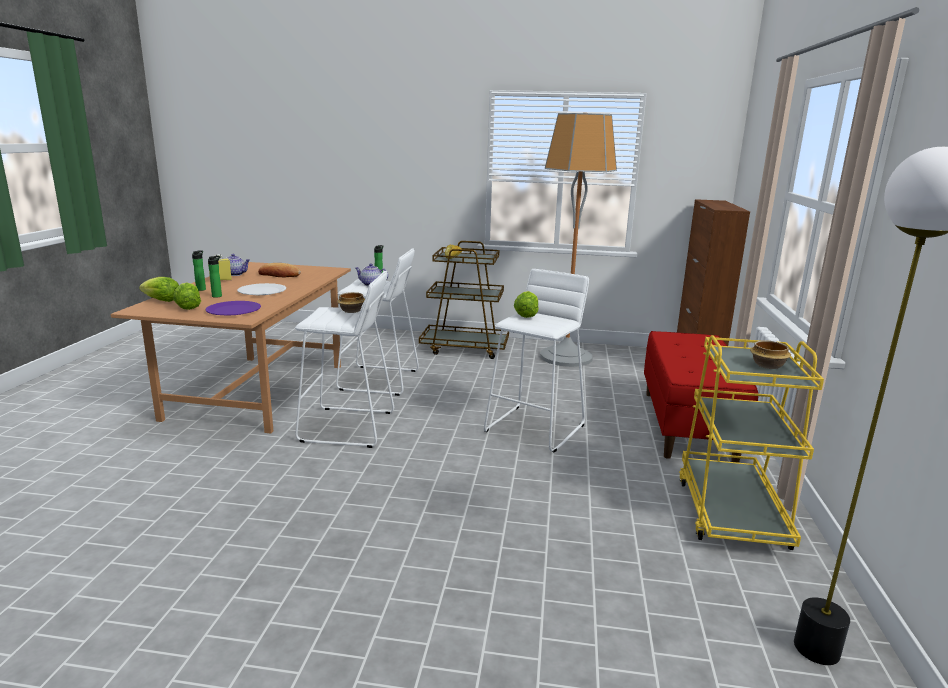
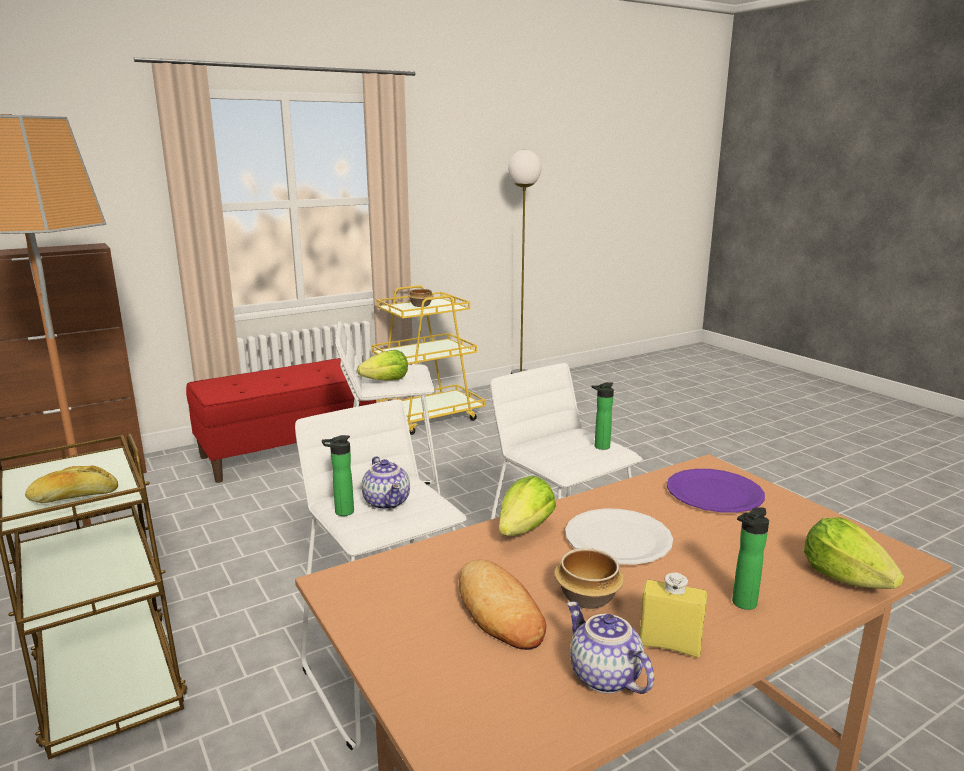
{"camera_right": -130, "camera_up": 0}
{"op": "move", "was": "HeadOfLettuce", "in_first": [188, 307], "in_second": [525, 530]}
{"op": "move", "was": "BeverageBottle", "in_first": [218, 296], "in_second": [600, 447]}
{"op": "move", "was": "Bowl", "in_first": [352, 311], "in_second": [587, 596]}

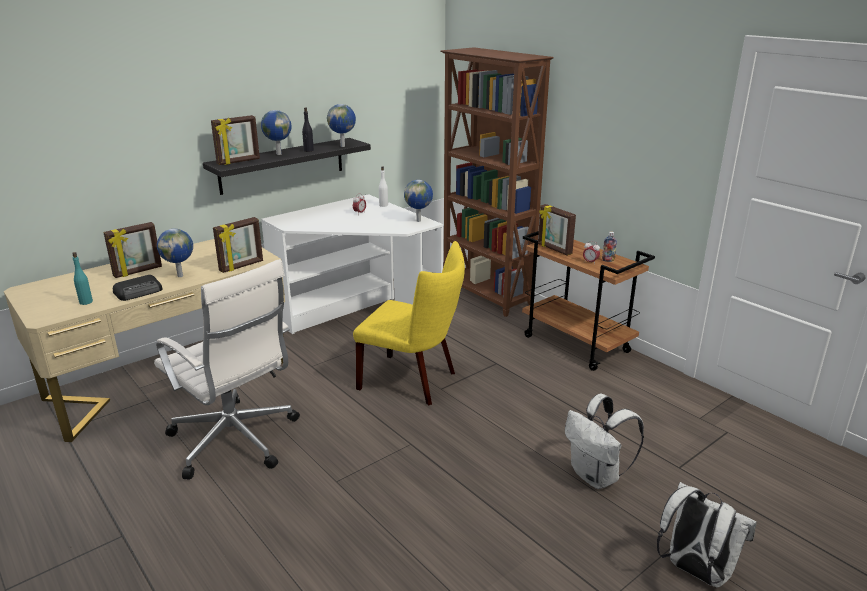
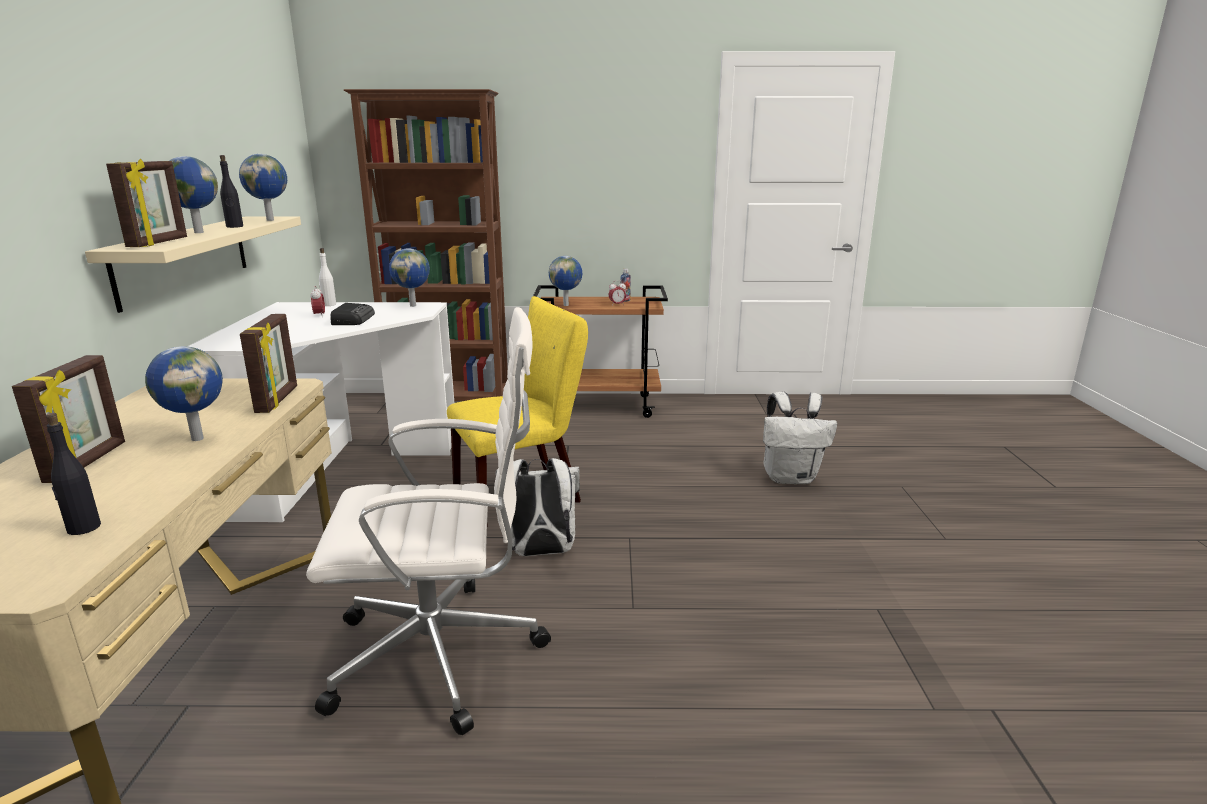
{"camera_right": -50, "camera_up": -5}
{"op": "recolor", "was": "TurquoiseBeverageBottle", "now": "BlackColouredBeverageBottle", "in_first": [86, 302], "in_second": [83, 528]}
{"op": "move", "was": "Radio", "in_first": [139, 292], "in_second": [353, 319]}
{"op": "recolor", "was": "BlackColouredBracketShelf", "now": "SandColouredBracketShelf", "in_first": [282, 165], "in_second": [185, 259]}
{"op": "replace", "was": "StandingFrame", "now": "Globe", "in_first": [554, 249], "in_second": [566, 305]}
{"op": "move", "was": "WhitishBackpack", "in_first": [694, 571], "in_second": [540, 552]}

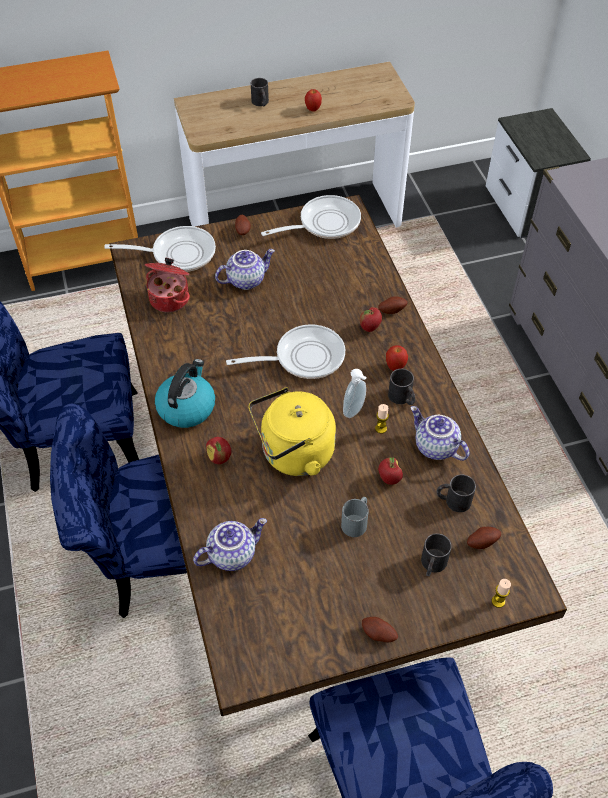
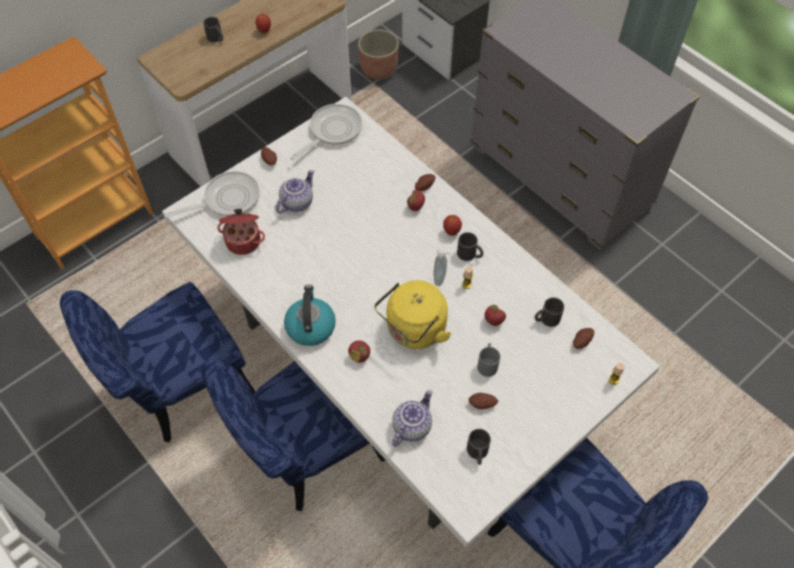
{"camera_right": -25, "camera_up": 5}
{"op": "recolor", "was": "BrownishKitchenTable", "now": "WhitishKitchenTable", "in_first": [303, 512], "in_second": [396, 368]}
{"op": "delete", "was": "FryingPan", "in_first": [303, 357]}
{"op": "move", "was": "WholePotato", "in_first": [378, 635], "in_second": [482, 405]}
{"op": "delete", "was": "TeaPot", "in_first": [435, 447]}
{"op": "move", "was": "BlackColouredCoffeeMug", "in_first": [432, 565], "in_second": [477, 453]}
{"op": "insert", "now": "Planter", "in_second": [379, 70]}

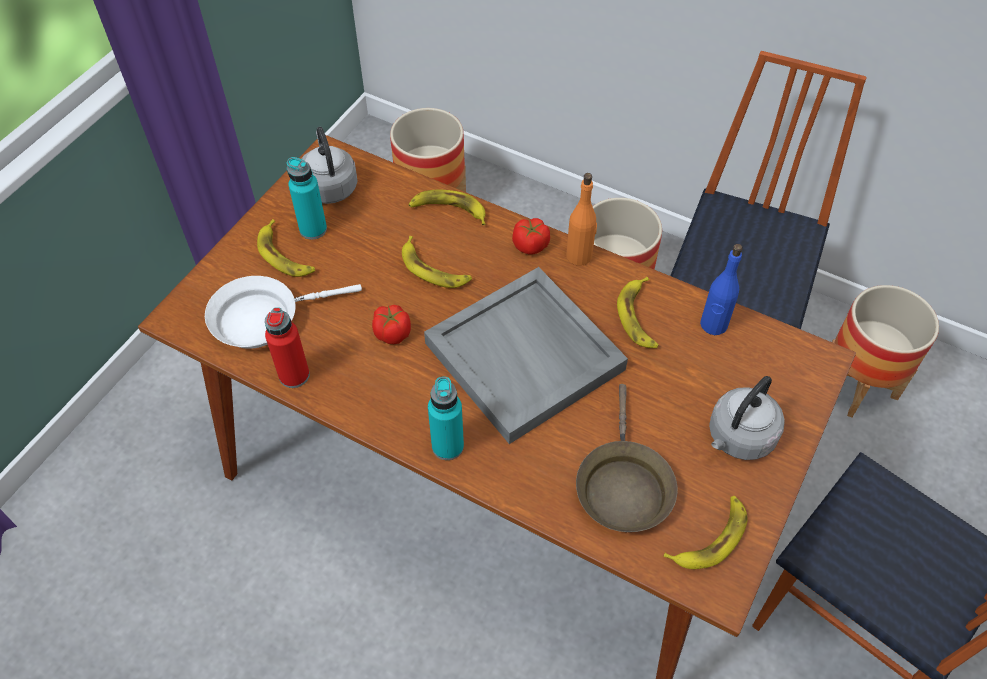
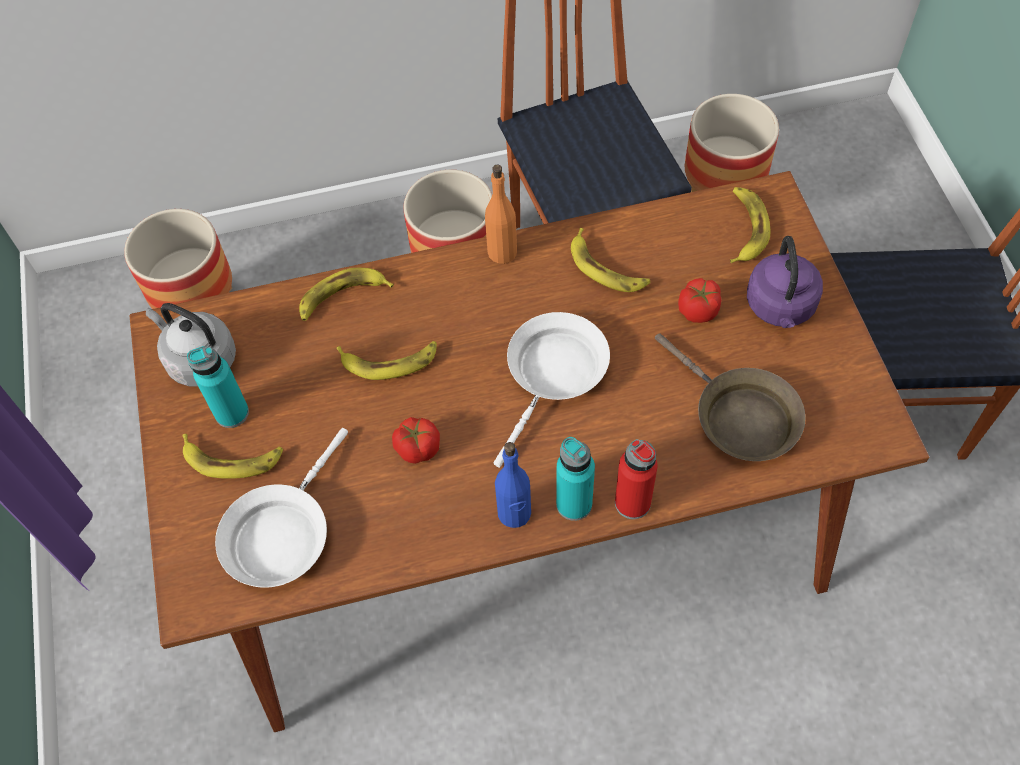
{"camera_right": -40, "camera_up": 5}
{"op": "move", "was": "RedColouredBeverageBottle", "in_first": [294, 375], "in_second": [632, 503]}
{"op": "replace", "was": "GreyishCarryingTray", "now": "WhitishFryingPan", "in_first": [526, 357], "in_second": [554, 375]}
{"op": "move", "was": "FreshTomato", "in_first": [531, 245], "in_second": [698, 310]}
{"op": "move", "was": "BananaFruit", "in_first": [710, 537], "in_second": [745, 228]}
{"op": "move", "was": "BluishBeverageBottle", "in_first": [713, 325], "in_second": [514, 513]}
{"op": "recolor", "was": "GreyishKettle", "now": "PurplishKettle", "in_first": [738, 438], "in_second": [780, 308]}

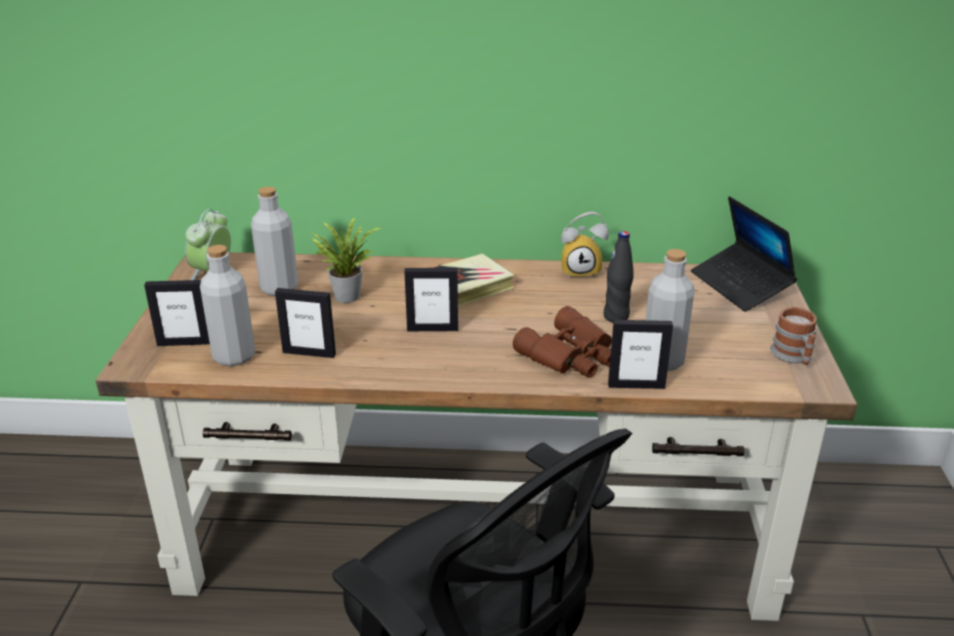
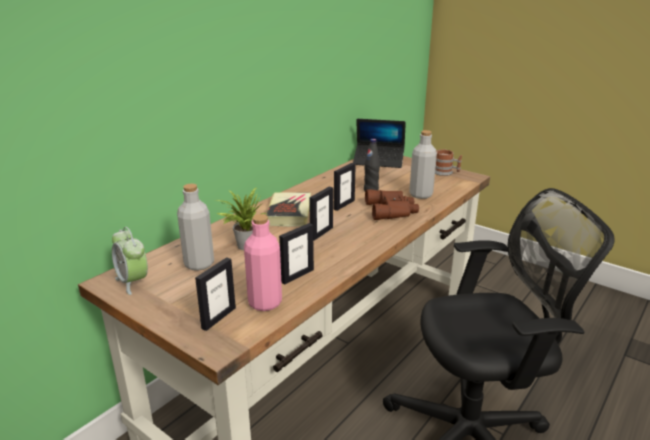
{"camera_right": -55, "camera_up": -5}
{"op": "recolor", "was": "GreyishBeverageBottle", "now": "PinkishBeverageBottle", "in_first": [234, 356], "in_second": [265, 303]}
{"op": "delete", "was": "BedsideClock", "in_first": [581, 271]}
{"op": "move", "was": "StandingFrame", "in_first": [636, 385], "in_second": [344, 205]}

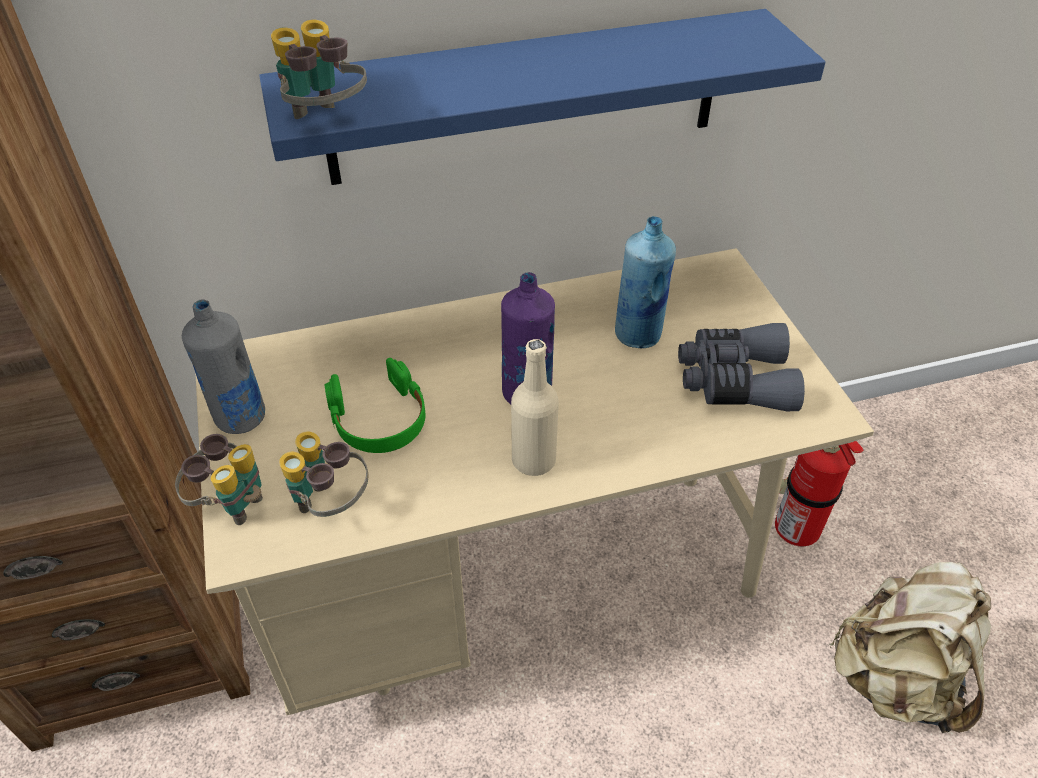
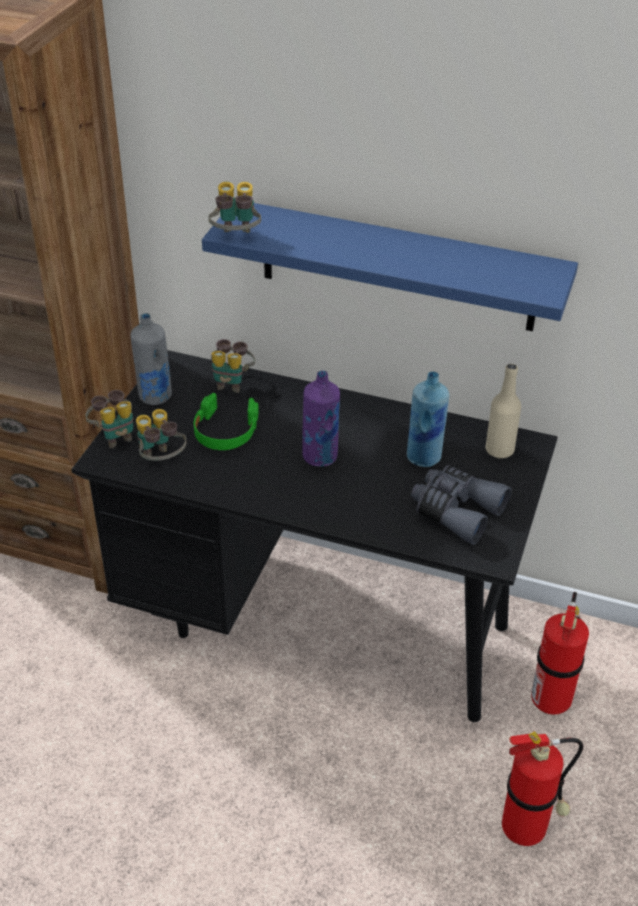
{"camera_right": 35, "camera_up": -5}
{"op": "recolor", "was": "SandColouredDeskUnit", "now": "BlackColouredDeskUnit", "in_first": [519, 582], "in_second": [318, 623]}
{"op": "move", "was": "SandColouredBeverageBottle", "in_first": [533, 460], "in_second": [499, 450]}
{"op": "replace", "was": "SandColouredBackpack", "now": "FireFightingCylinder", "in_first": [894, 679], "in_second": [528, 829]}
{"op": "insert", "now": "PairOfBinoculars", "in_second": [231, 382]}

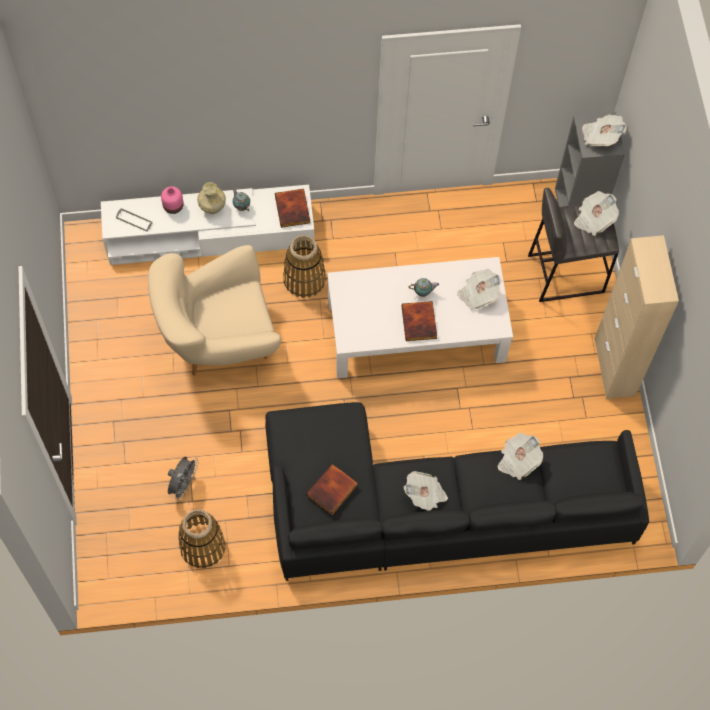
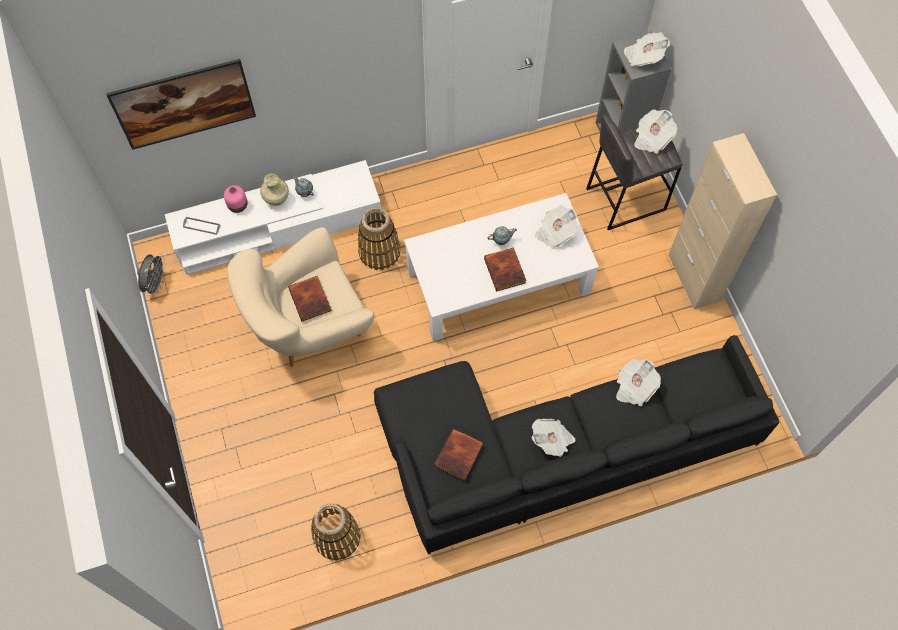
{"camera_right": -10, "camera_up": 0}
{"op": "move", "was": "GreyishCoolingFan", "in_first": [183, 485], "in_second": [155, 283]}
{"op": "move", "was": "BoundBook", "in_first": [293, 209], "in_second": [311, 299]}
{"op": "insert", "now": "Picture", "in_second": [189, 117]}

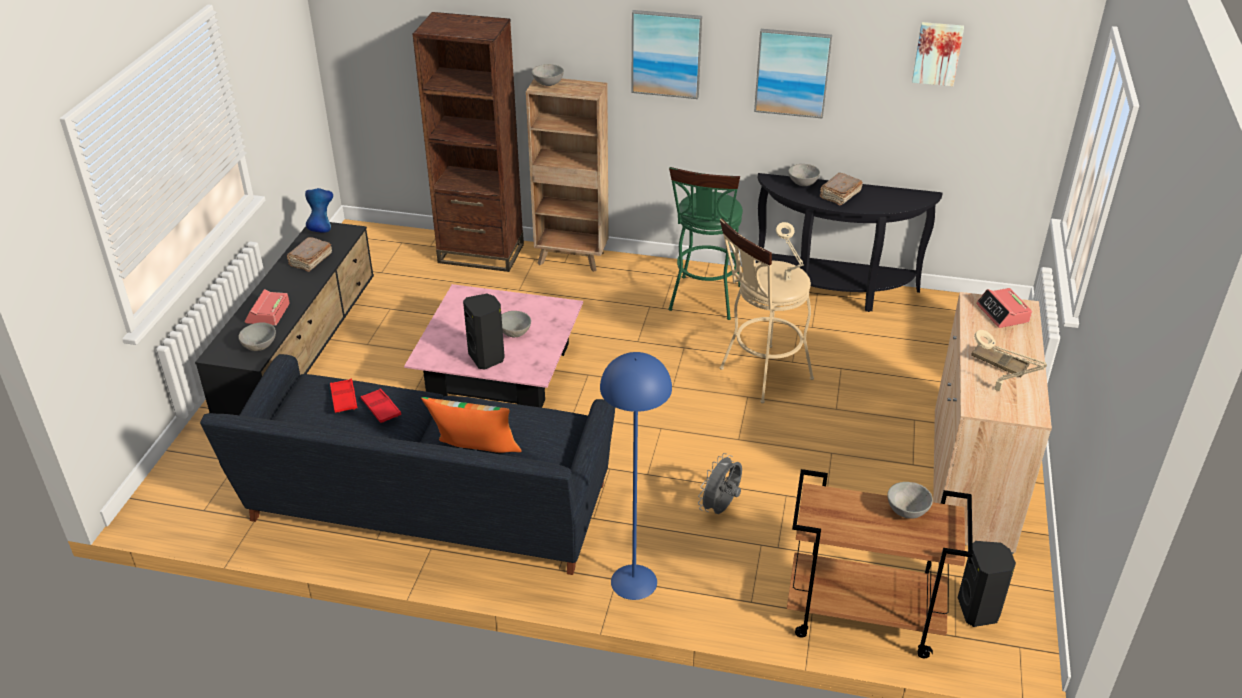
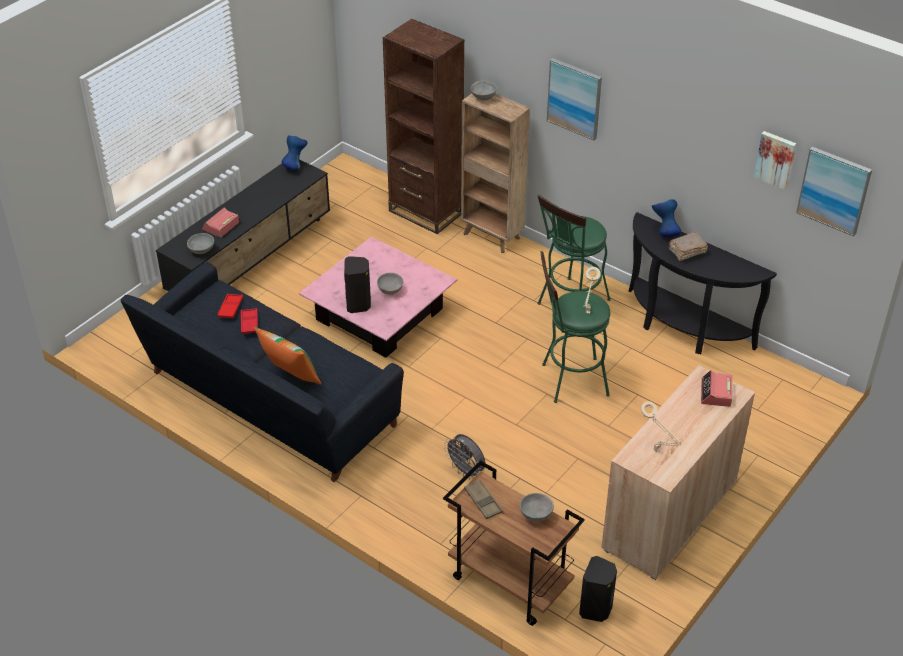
{"camera_right": 25, "camera_up": 5}
{"op": "delete", "was": "BrownishBoundBook", "in_first": [310, 261]}
{"op": "delete", "was": "BluishStandingLamp", "in_first": [633, 582]}
{"op": "rotate", "was": "GreyishCoolingFan", "in_first": [721, 508], "in_second": [466, 471], "clockwise": -105}
{"op": "recolor", "was": "SandColouredSittingStool", "now": "GreenSittingStool", "in_first": [760, 376], "in_second": [569, 380]}
{"op": "move", "was": "Picture", "in_first": [792, 73], "in_second": [834, 190]}
{"op": "replace", "was": "GreyishBowl", "now": "BluishDecorativeVase", "in_first": [802, 184], "in_second": [664, 232]}
{"op": "move", "was": "BrownishCarryingTray", "in_first": [999, 363], "in_second": [483, 501]}

